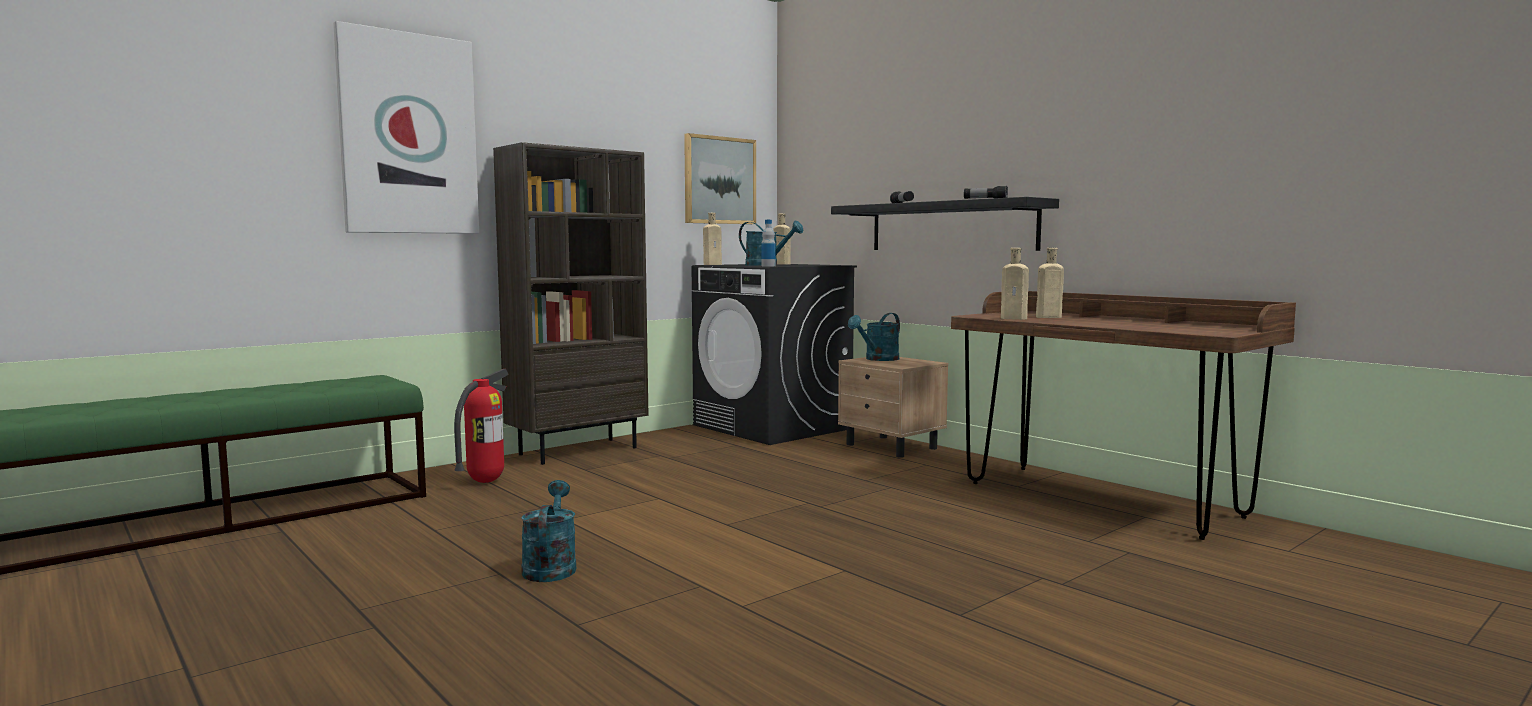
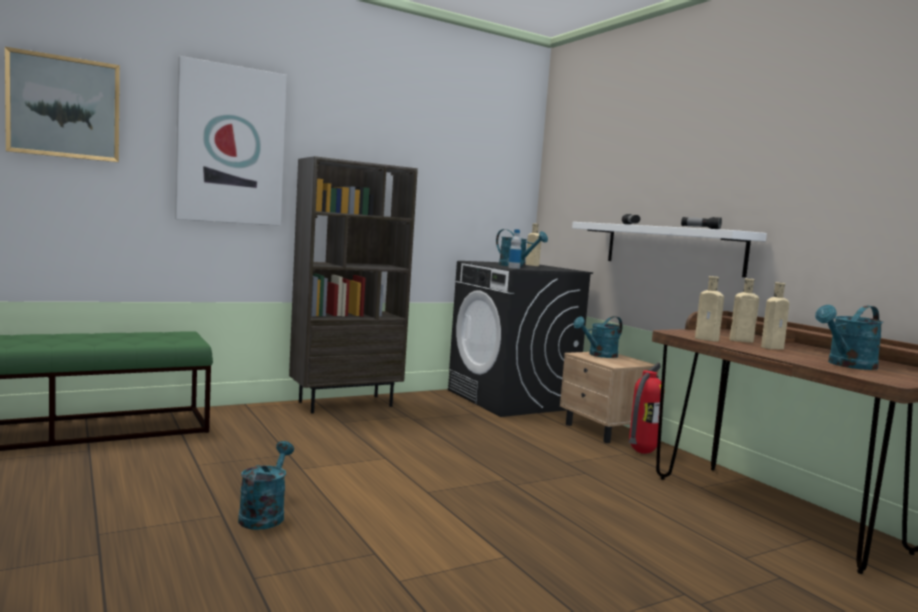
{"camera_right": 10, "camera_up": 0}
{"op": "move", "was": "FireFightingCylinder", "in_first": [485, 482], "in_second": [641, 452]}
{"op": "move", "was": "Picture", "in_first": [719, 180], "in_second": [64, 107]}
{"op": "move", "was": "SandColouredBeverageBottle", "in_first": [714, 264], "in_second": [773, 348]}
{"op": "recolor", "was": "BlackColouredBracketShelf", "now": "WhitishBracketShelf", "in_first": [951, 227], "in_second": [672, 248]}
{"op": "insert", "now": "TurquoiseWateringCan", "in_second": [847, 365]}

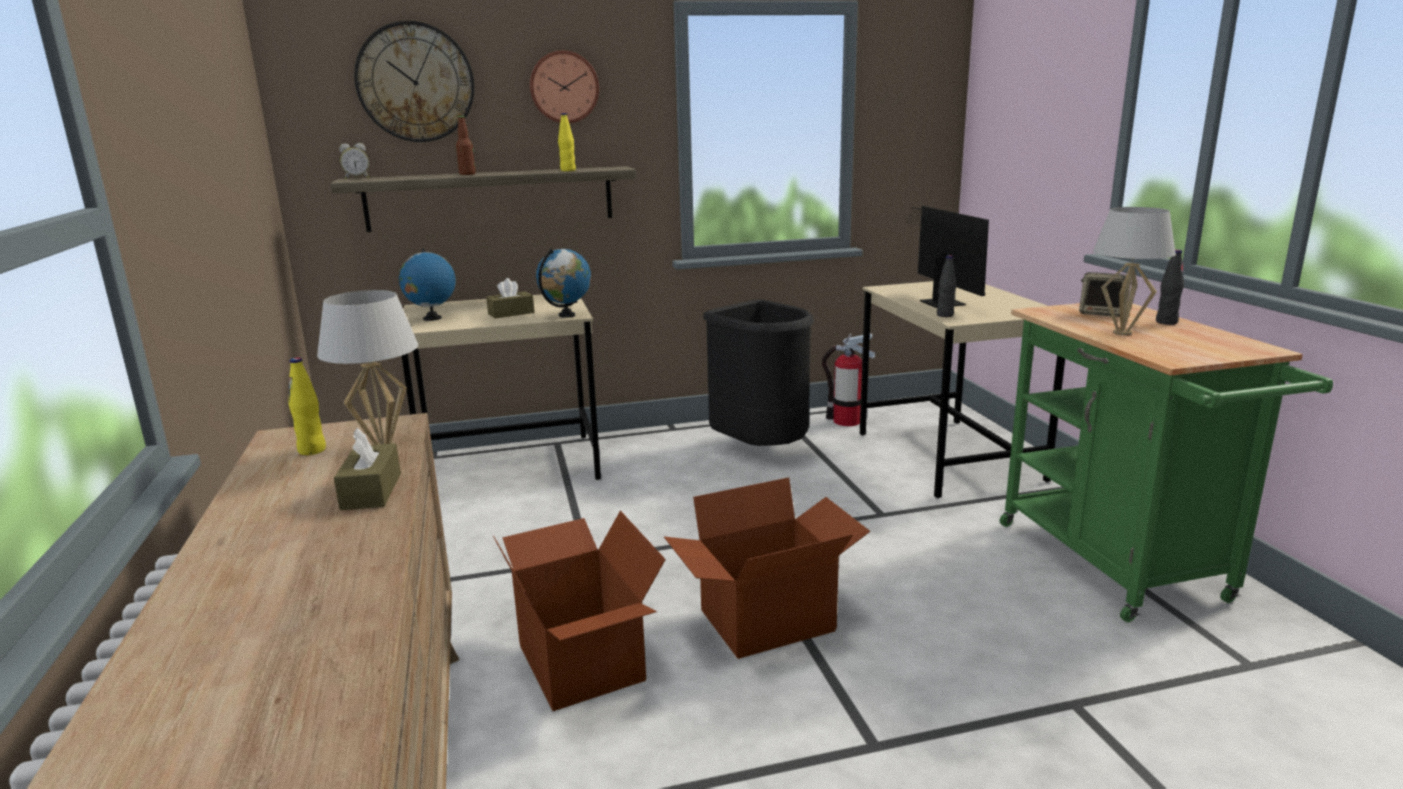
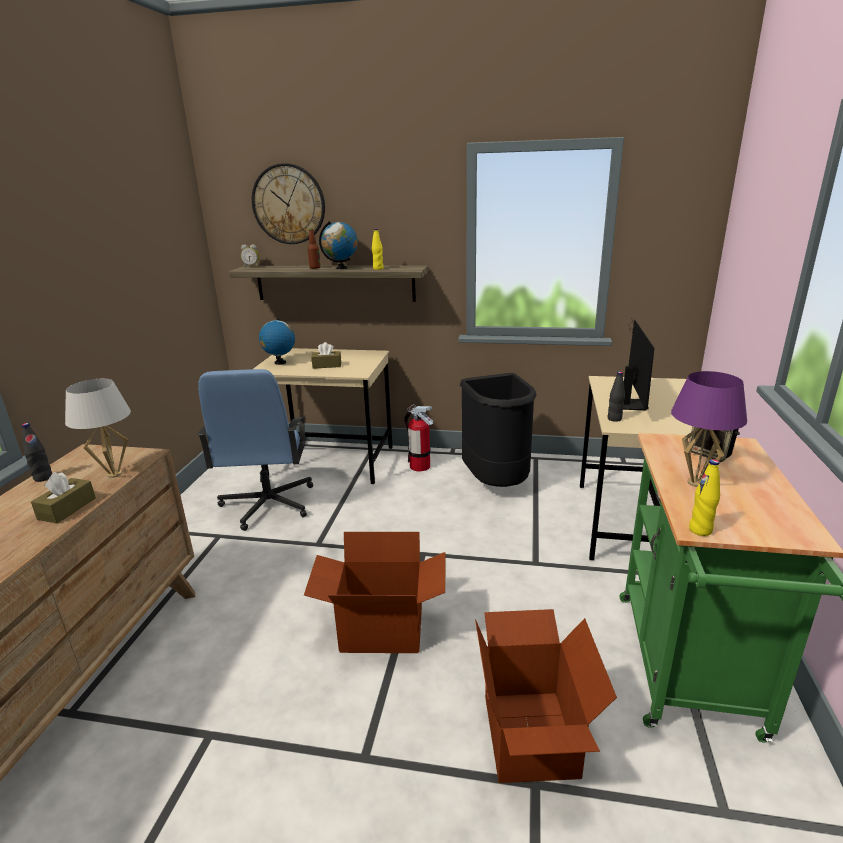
{"camera_right": 25, "camera_up": 5}
{"op": "move", "was": "YellowishBeverageBottle", "in_first": [312, 450], "in_second": [700, 530]}
{"op": "move", "was": "Carton", "in_first": [583, 662], "in_second": [532, 735]}
{"op": "delete", "was": "HangingClock", "in_first": [564, 87]}
{"op": "move", "was": "Globe", "in_first": [567, 315], "in_second": [341, 268]}
{"op": "move", "was": "FireFightingCylinder", "in_first": [846, 421], "in_second": [419, 466]}
{"op": "recolor", "was": "WhitishTableLamp", "now": "PurplishTableLamp", "in_first": [1122, 333], "in_second": [696, 483]}
{"op": "move", "was": "BlackColouredBeverageBottle", "in_first": [1166, 322], "in_second": [43, 478]}
{"op": "insert", "now": "BluishComputerChair", "in_second": [267, 504]}

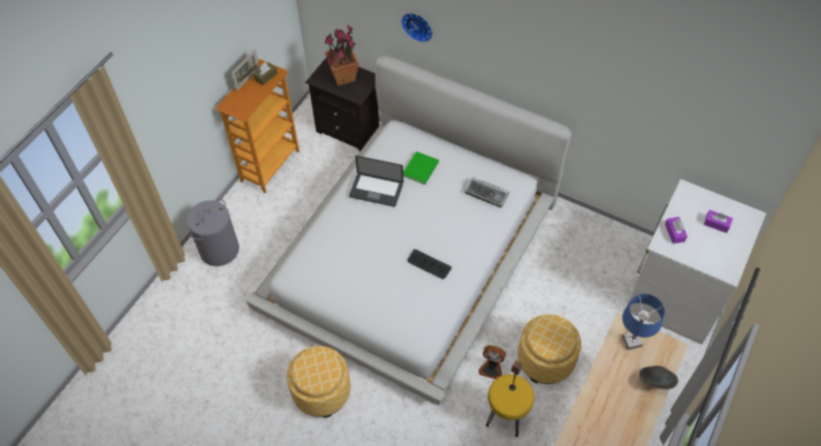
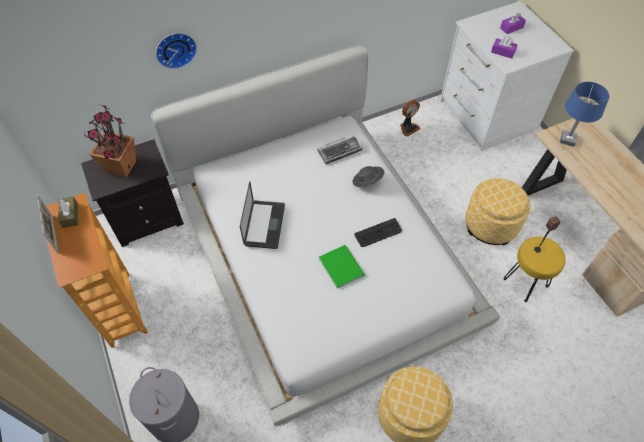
{"camera_right": -55, "camera_up": 0}
{"op": "rotate", "was": "PortableComputer", "in_first": [376, 190], "in_second": [264, 225], "clockwise": -45}
{"op": "move", "was": "GreenBoundBook", "in_first": [421, 168], "in_second": [341, 265]}
{"op": "move", "was": "CoolingFan", "in_first": [491, 368], "in_second": [408, 128]}
{"op": "move", "was": "GreyishWearableHat", "in_first": [656, 381], "in_second": [367, 182]}

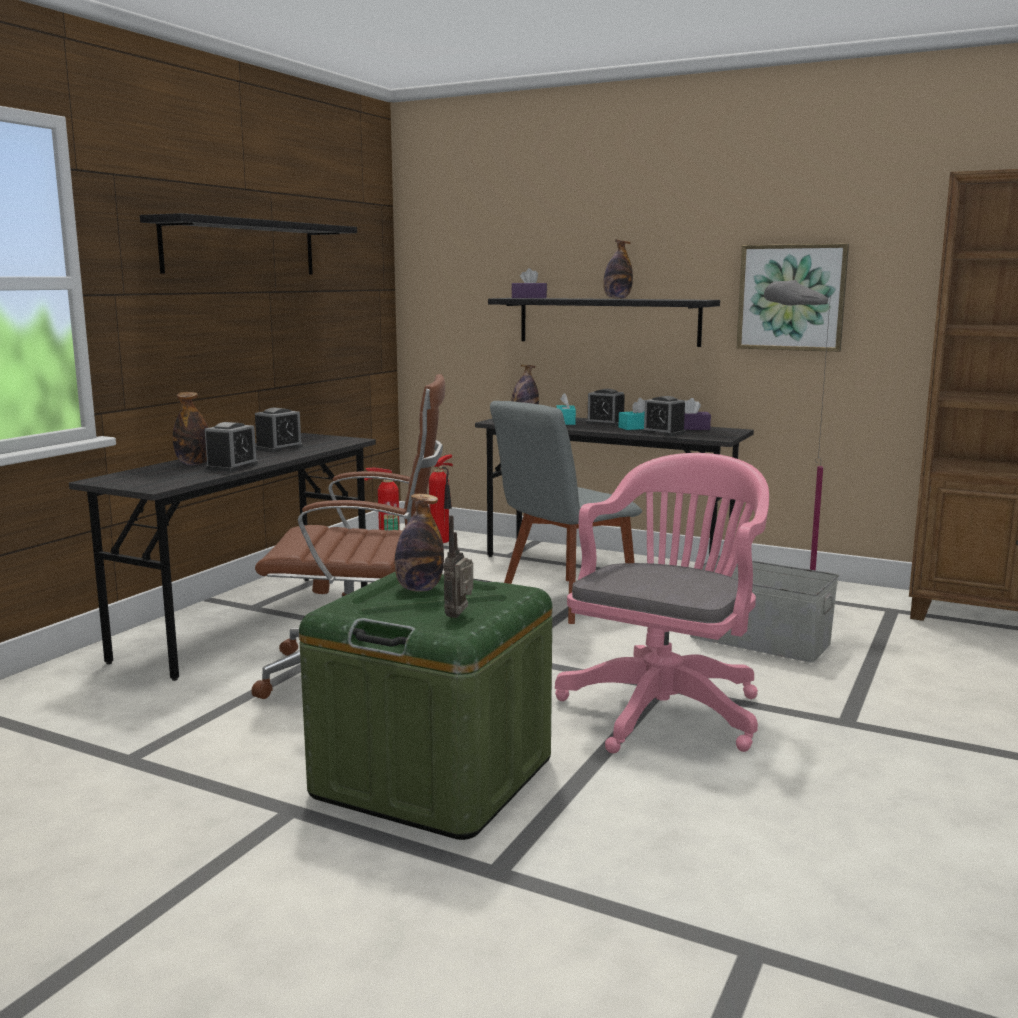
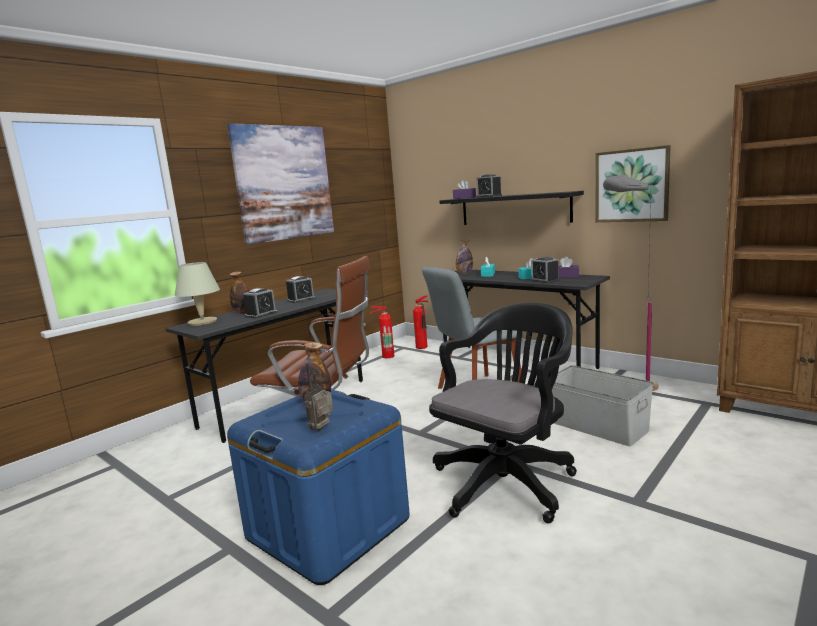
{"camera_right": 15, "camera_up": 0}
{"op": "replace", "was": "BlackColouredBracketShelf", "now": "Picture", "in_first": [241, 248], "in_second": [284, 183]}
{"op": "recolor", "was": "GreenStorageBox", "now": "BluishStorageBox", "in_first": [433, 777], "in_second": [328, 528]}
{"op": "recolor", "was": "PinkishComputerChair", "now": "BlackColouredComputerChair", "in_first": [666, 708], "in_second": [507, 480]}
{"op": "move", "was": "BedsideClock", "in_first": [605, 423], "in_second": [489, 196]}
{"op": "delete", "was": "BeverageBottle", "in_first": [617, 298]}
{"op": "insert", "now": "SandColouredTableLamp", "in_second": [203, 322]}

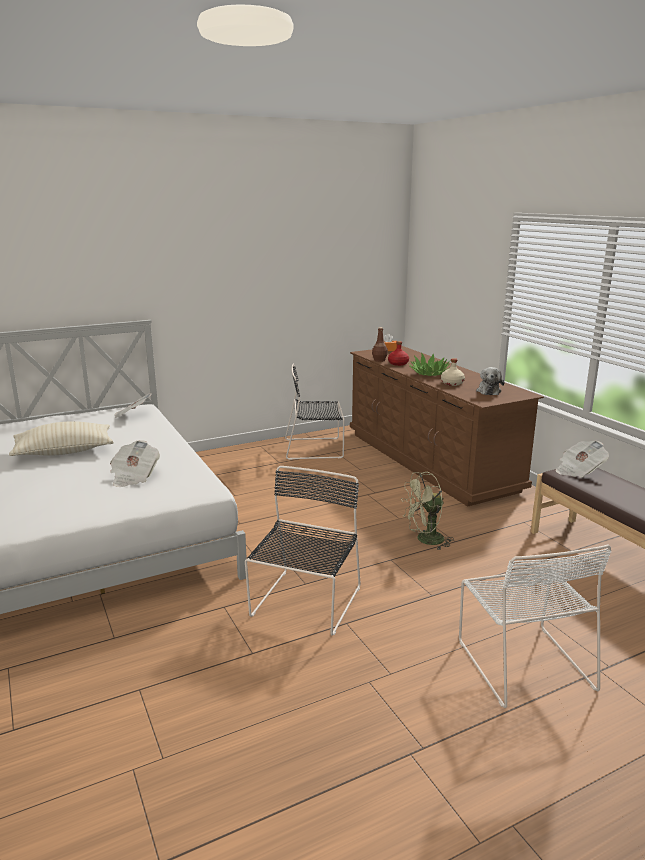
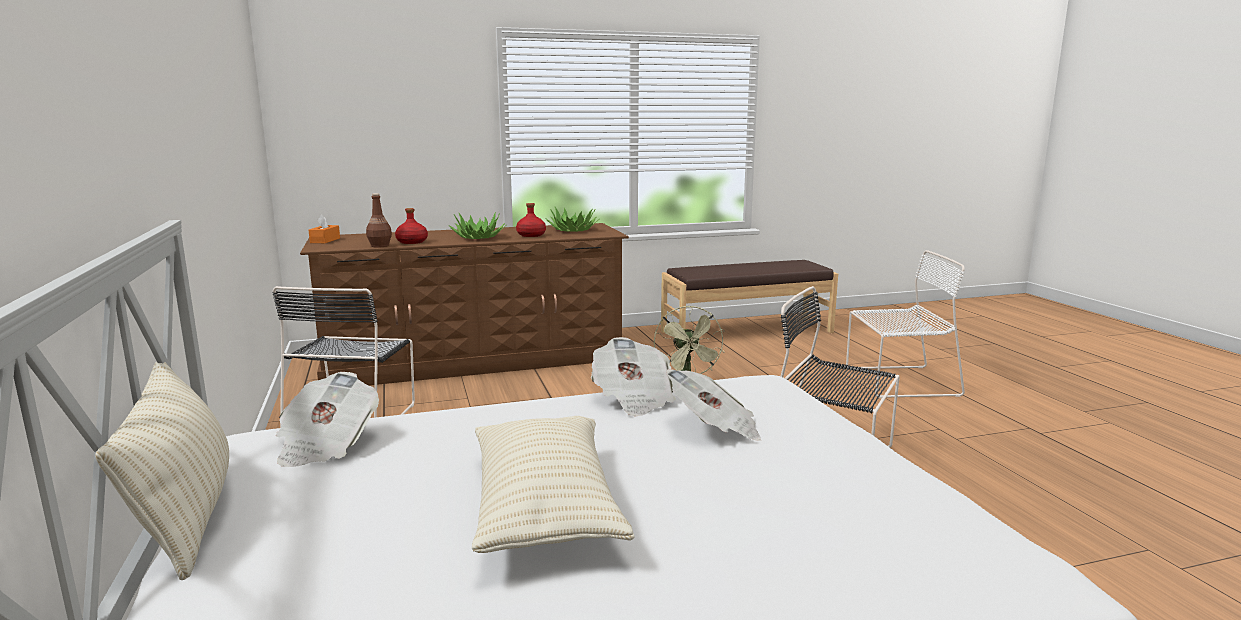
{"camera_right": -80, "camera_up": -5}
{"op": "recolor", "was": "SandColouredBeverageBottle", "now": "RedColouredBeverageBottle", "in_first": [452, 383], "in_second": [531, 235]}
{"op": "replace", "was": "PlushToy", "now": "Houseplant", "in_first": [488, 391], "in_second": [572, 230]}
{"op": "move", "was": "Newspaper", "in_first": [579, 471], "in_second": [633, 398]}
{"op": "insert", "now": "SandColouredPillow", "in_second": [185, 515]}

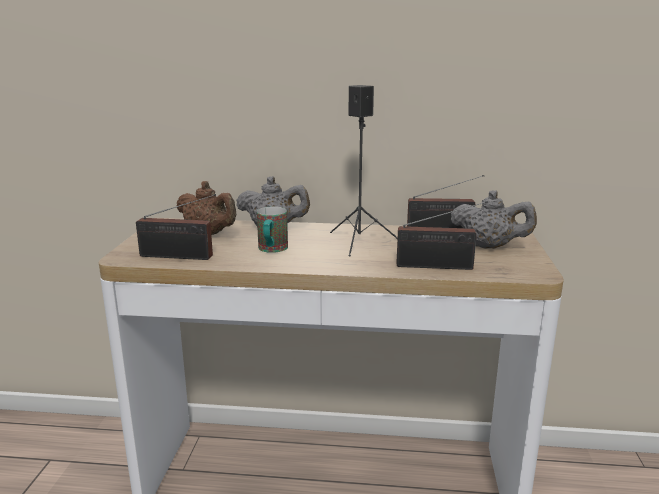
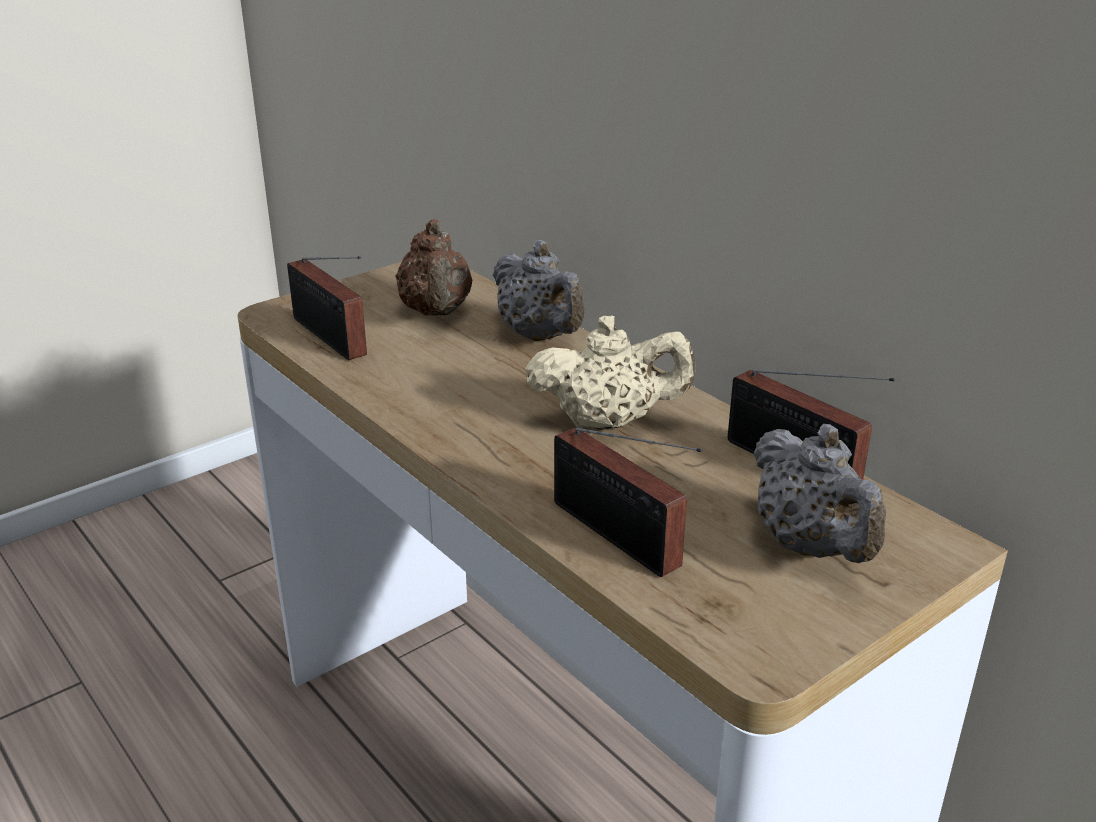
{"camera_right": 45, "camera_up": 10}
{"op": "delete", "was": "CoffeeMug", "in_first": [271, 250]}
{"op": "replace", "was": "BlackColouredLoudspeaker", "now": "SandColouredTeaPot", "in_first": [360, 241], "in_second": [608, 422]}

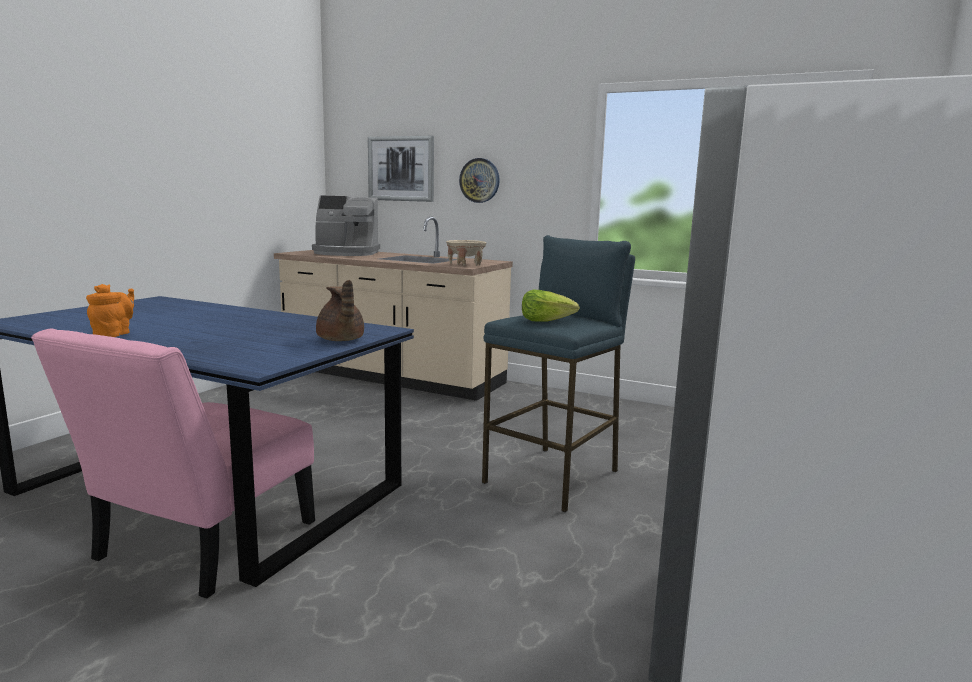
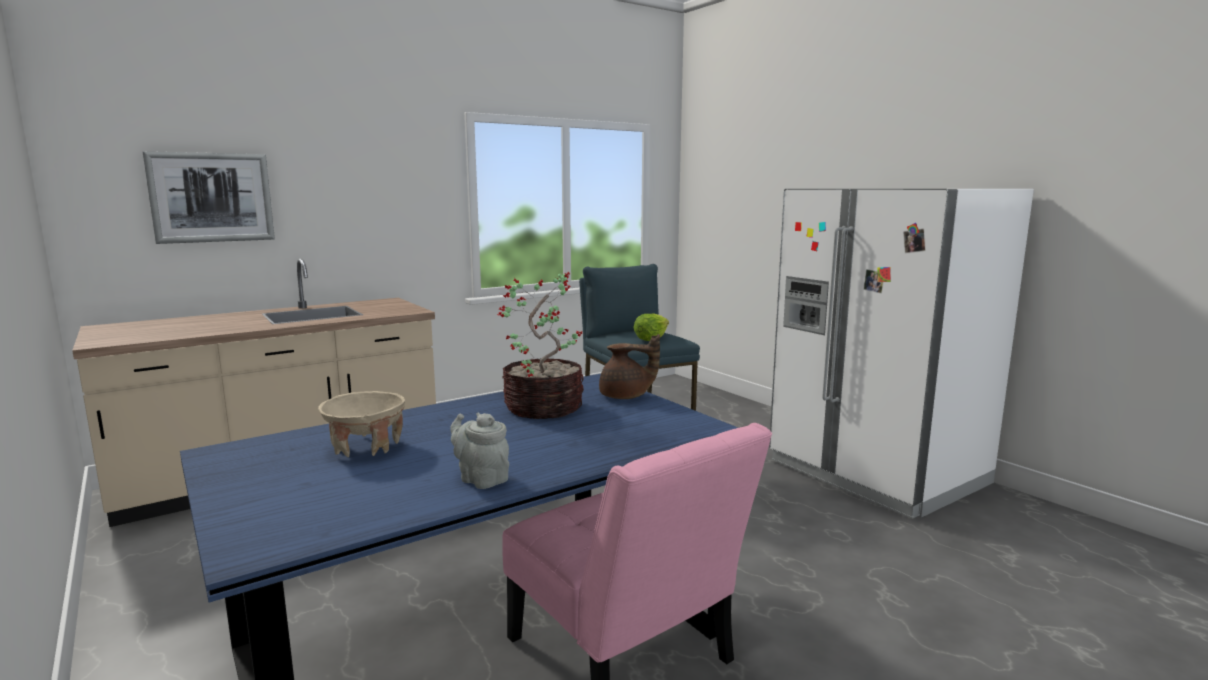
{"camera_right": -60, "camera_up": 0}
{"op": "recolor", "was": "OrangeColouredTeaPot", "now": "GreyishTeaPot", "in_first": [114, 334], "in_second": [481, 478]}
{"op": "delete", "was": "CoffeeBrewer", "in_first": [346, 253]}
{"op": "move", "was": "SandColouredBowl", "in_first": [465, 264], "in_second": [366, 447]}
{"op": "delete", "was": "HangingClock", "in_first": [479, 180]}
{"op": "insert", "now": "Houseplant", "in_second": [545, 407]}

